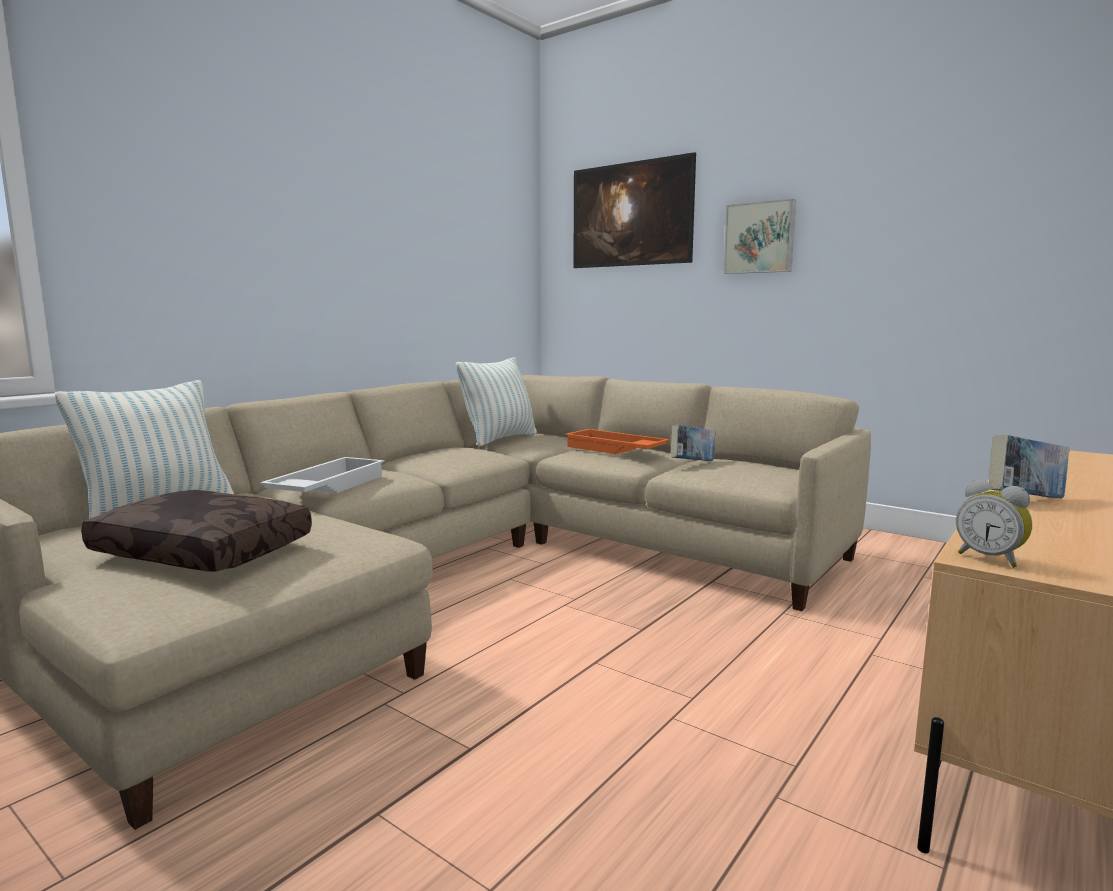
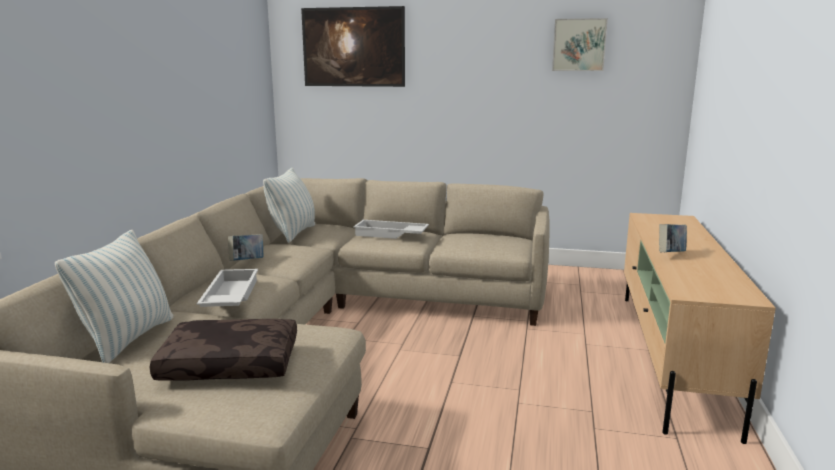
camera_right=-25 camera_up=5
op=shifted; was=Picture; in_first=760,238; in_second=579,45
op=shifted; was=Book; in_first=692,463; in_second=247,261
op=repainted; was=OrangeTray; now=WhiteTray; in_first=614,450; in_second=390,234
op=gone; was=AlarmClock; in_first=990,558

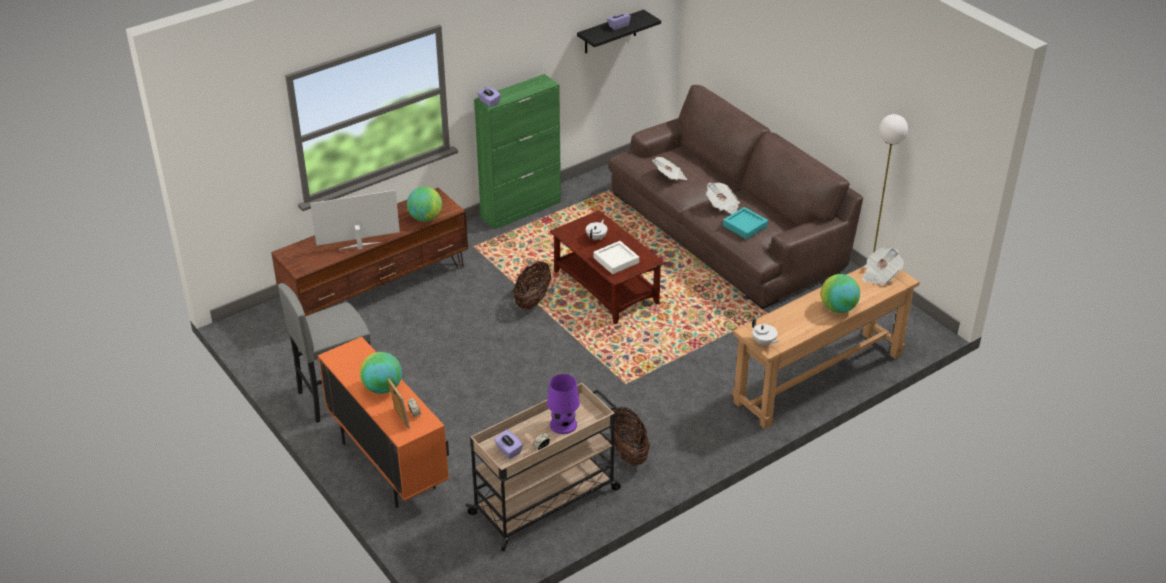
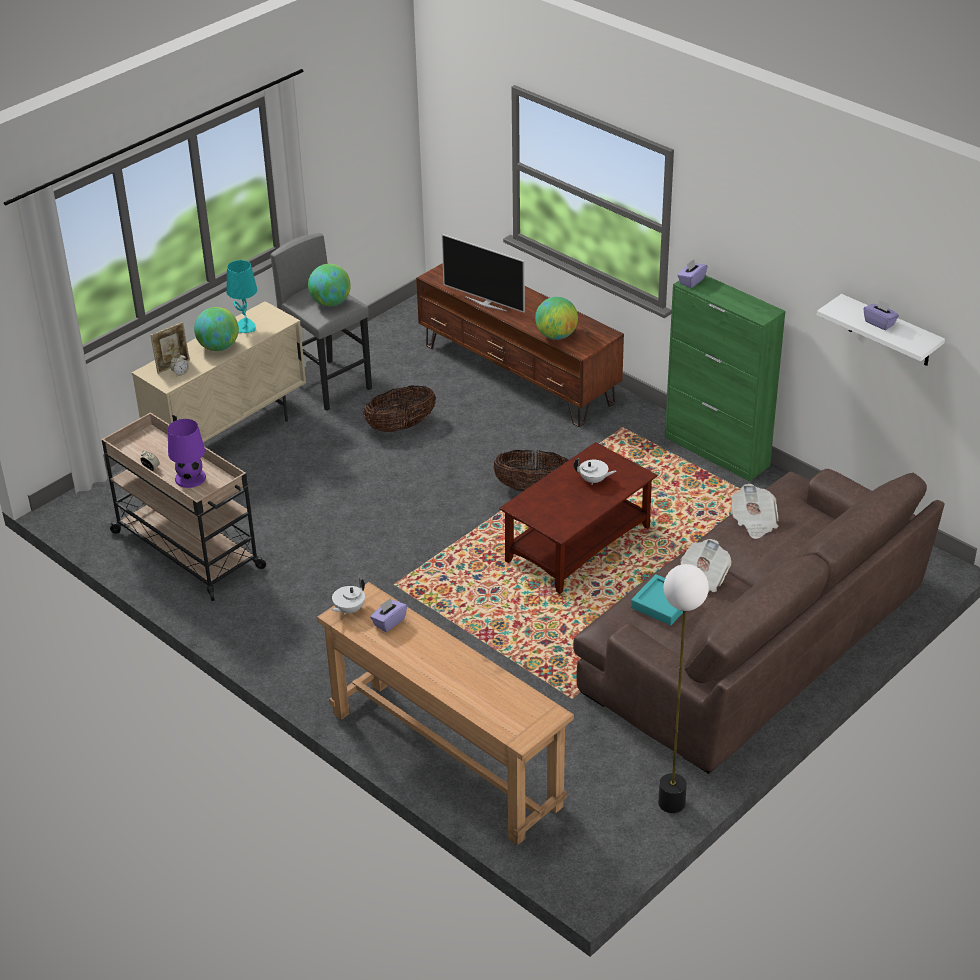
camera_right=80 camera_up=0
op=repainted; was=BlackShelf; now=WhiteShelf; in_first=610,32; in_second=890,331
op=rotated; was=Television; in_first=359,246; in_second=486,303; clockwise=150
op=gone; was=WhiteTray; in_first=616,260
op=gone; was=Newspaper; in_first=880,275
op=shifted; was=Globe; in_first=838,308; in_second=330,302
op=repainted; was=OrangeCabinet; now=BeigeCabinet; in_first=388,465; in_second=229,437
op=shifted; was=Basket; in_first=628,451; in_second=401,426
op=shifted; was=PurpleTissueBox; in_first=508,450; in_second=389,622
op=new; now=TurquoiseTableLamp; in_second=245,326

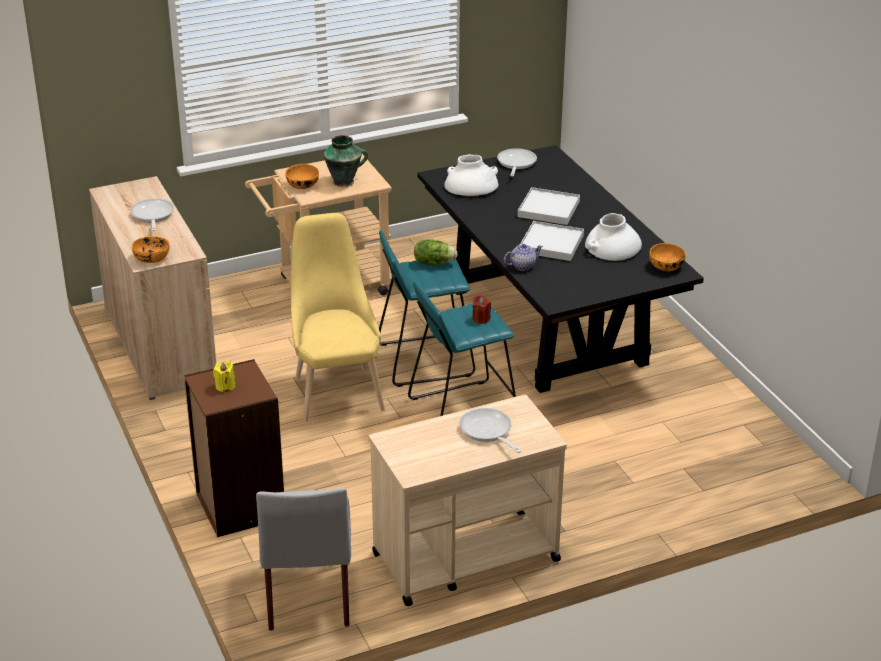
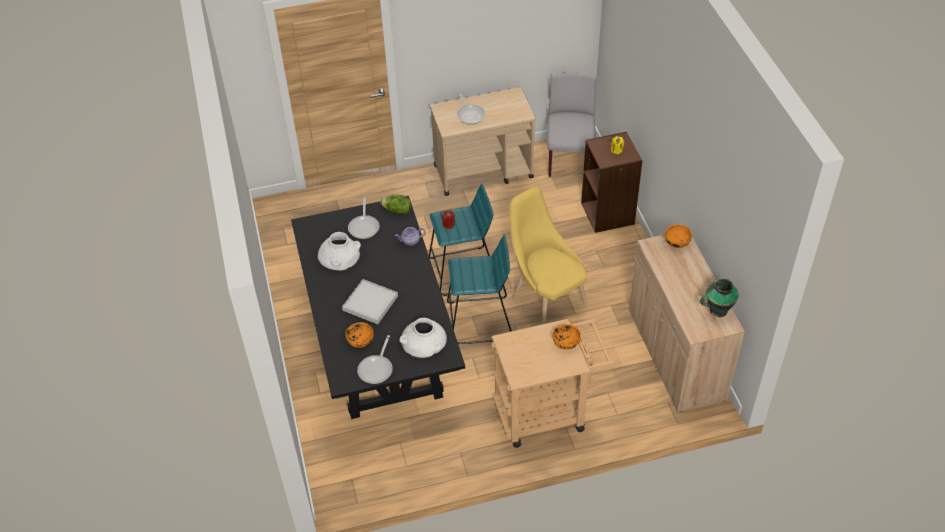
camera_right=-170 camera_up=15
op=shifted; was=Vase; in_first=344,182; in_second=717,311
op=shifted; was=FryingPan; in_first=152,216; in_second=364,226
op=rotated; was=YellowChair; in_first=336,390; in_second=545,298; clockwise=150
op=gone; was=WhiteTray; in_first=551,244
op=shifted; was=Lettuce; in_first=433,263; in_second=397,210
op=shifted; was=OrangeBowl; in_first=666,266; in_second=360,340

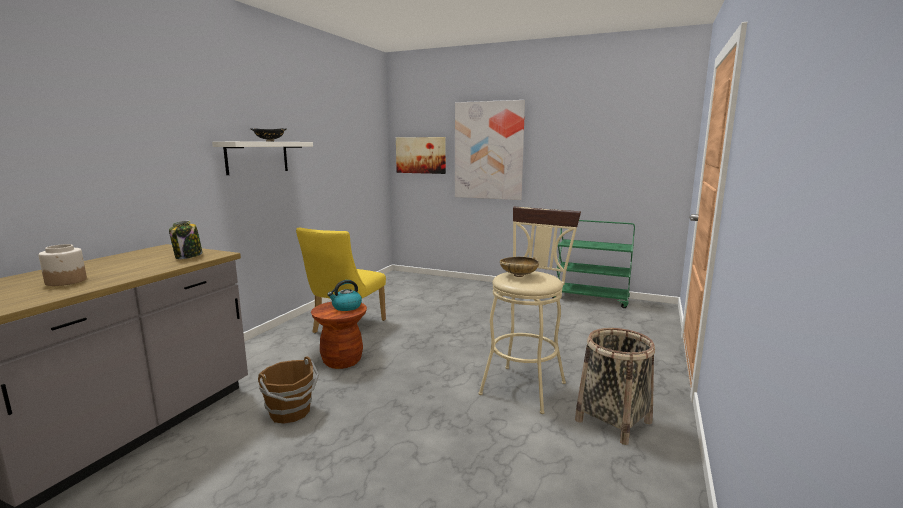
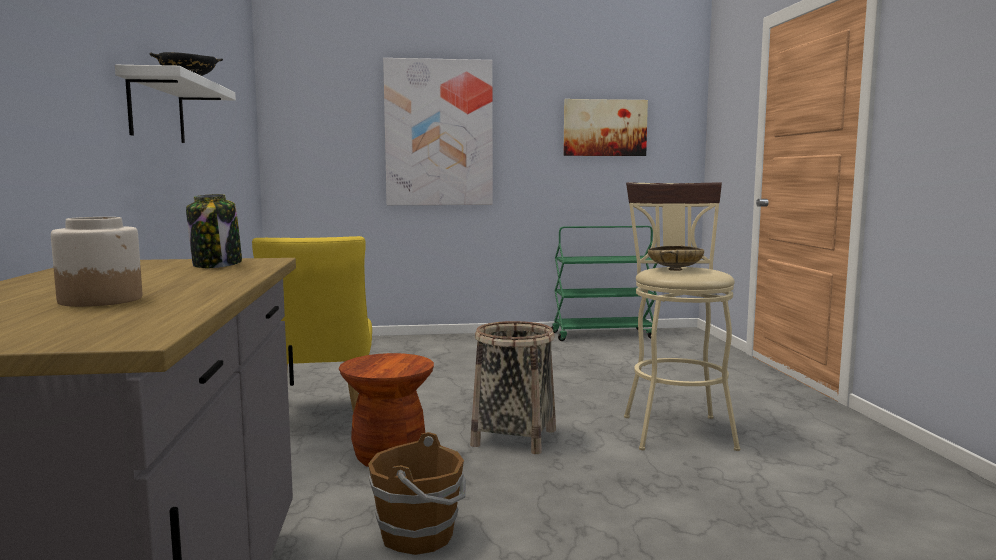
camera_right=-30 camera_up=-5
op=shifted; was=Picture; in_first=421,155; in_second=604,128
op=gone; was=Kettle; in_first=346,307
op=shifted; was=Basket; in_first=613,421; in_second=514,437

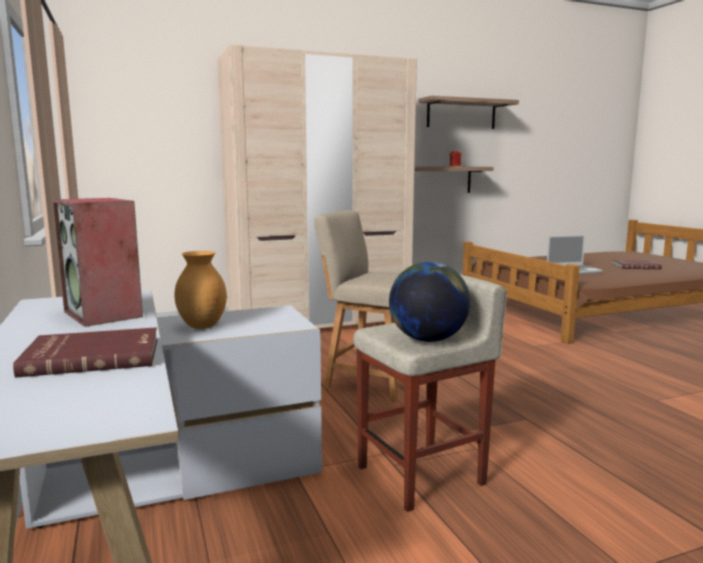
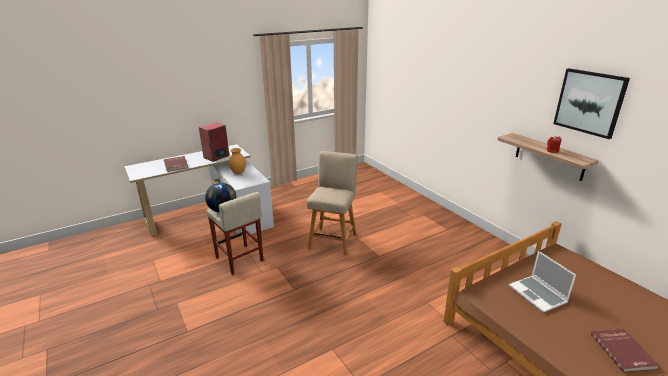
camera_right=80 camera_up=15
op=gone; was=BeigeWardrobe; in_first=319,323
op=swapped; was=Shelf; now=Picture; in_first=461,114; in_second=589,102

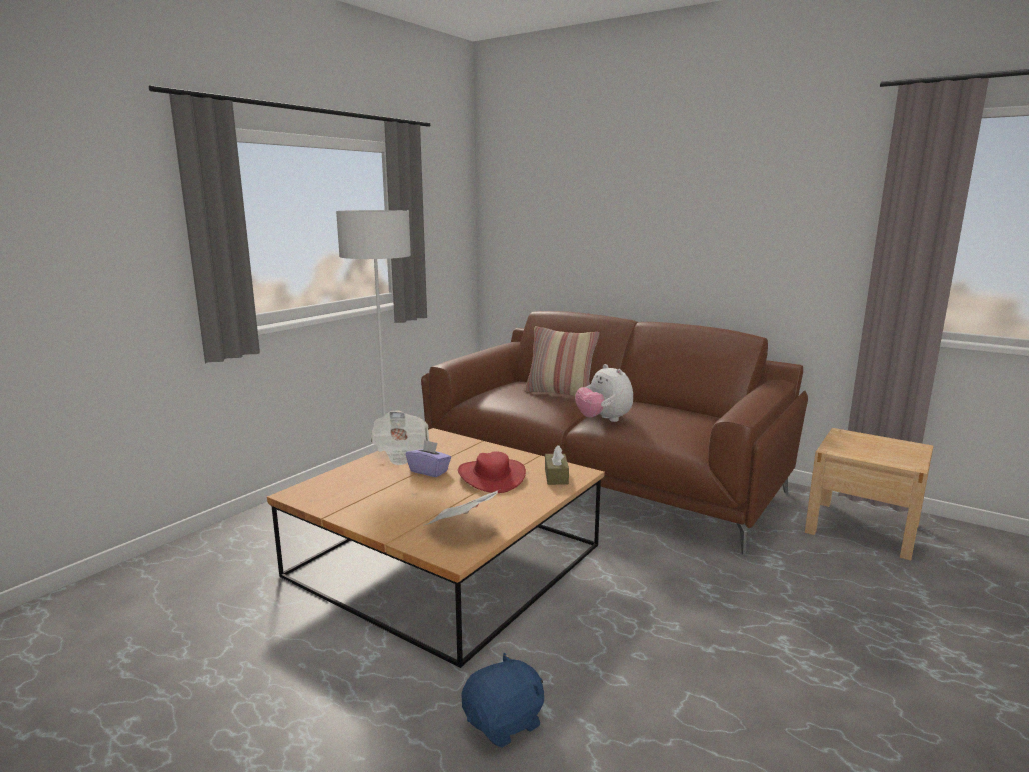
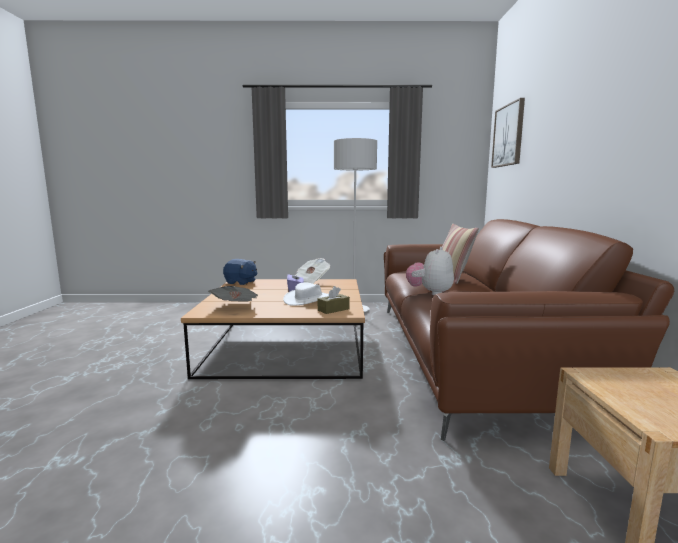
camera_right=55 camera_up=-5
op=repainted; was=RedHat; now=WhiteHat; in_first=491,476; in_second=309,299
op=shifted; was=BluePlushToy; in_first=505,722; in_second=241,282
op=new; now=Picture; in_second=508,135

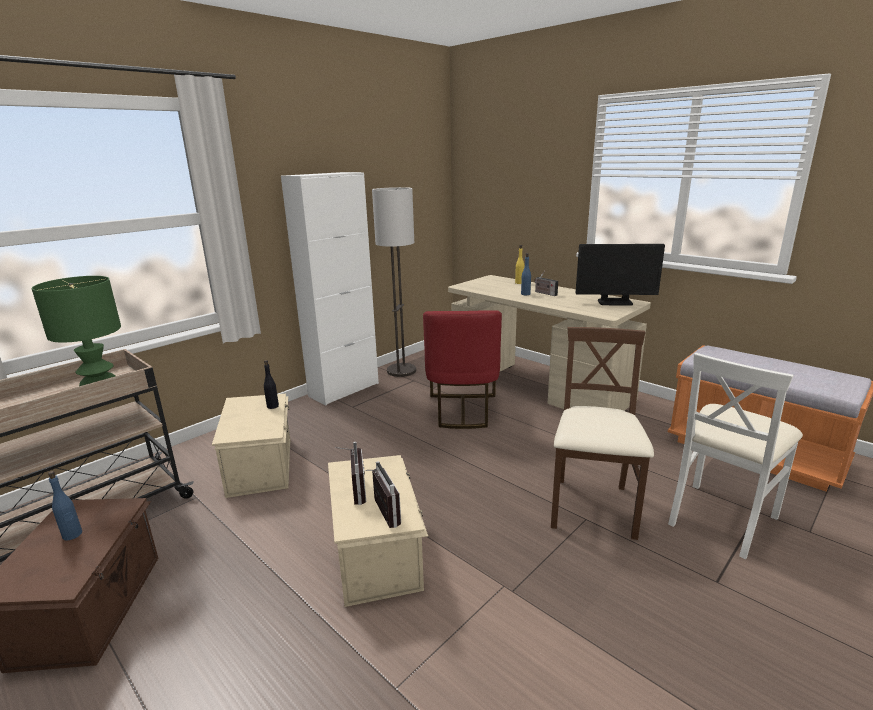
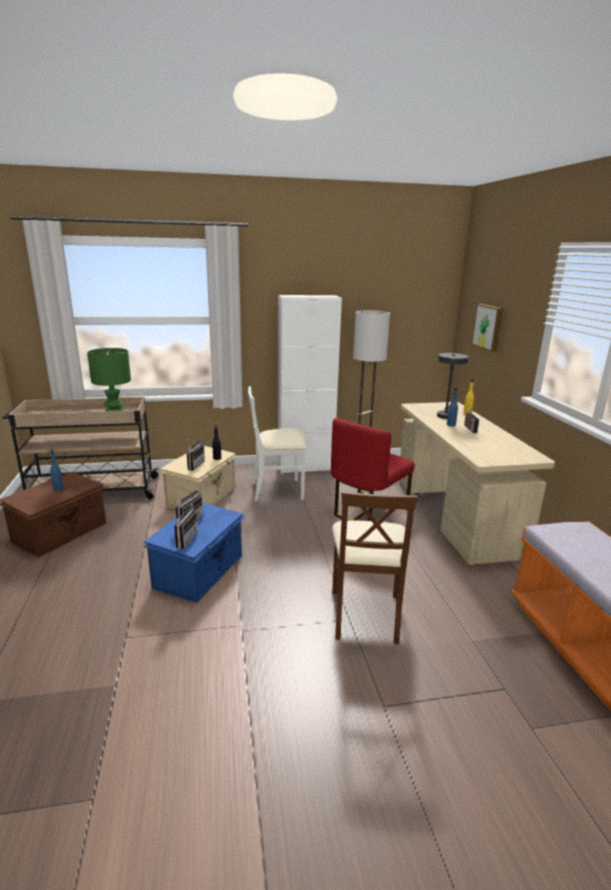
camera_right=35 camera_up=0
op=gone; was=Monitor; in_first=615,302
op=rotated; was=BrownChair; in_first=592,508; in_second=365,614; clockwise=135
op=shifted; was=WhiteChair; in_first=720,518; in_second=278,490
op=repainted; was=BeigeStorageBox; now=BlueStorageBox; in_first=378,552; in_second=200,571
op=new; now=Picture; in_second=488,327
op=new; now=GreyTableLamp; in_second=445,415
op=new; now=Radio; in_second=193,465

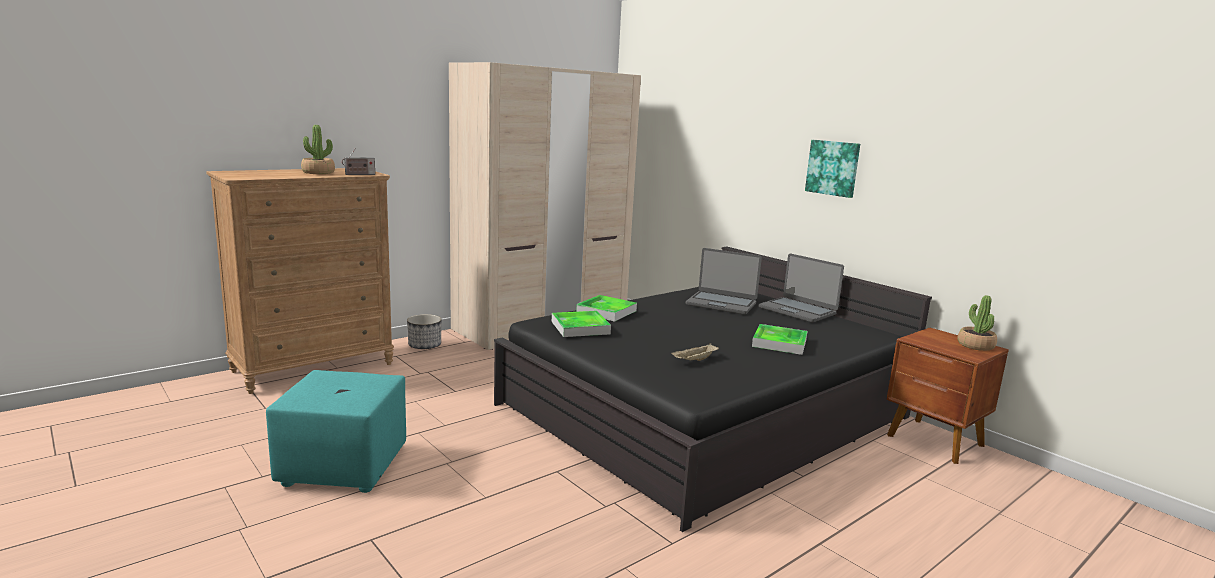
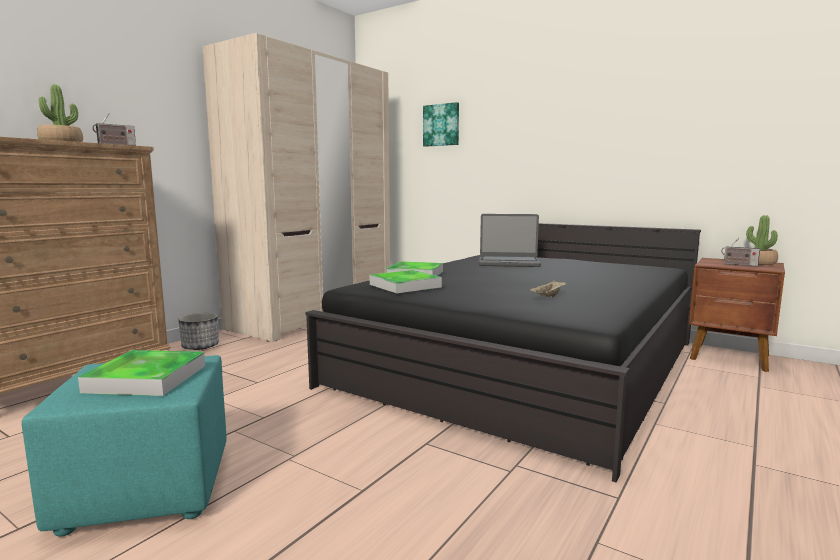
camera_right=-15 camera_up=-5
op=shifted; was=Picture; in_first=833,168; in_second=441,125
op=gone; was=Laptop; in_first=797,310
op=shifted; was=Tray; in_first=779,343; in_second=147,378
op=new; now=Radio; in_second=738,264

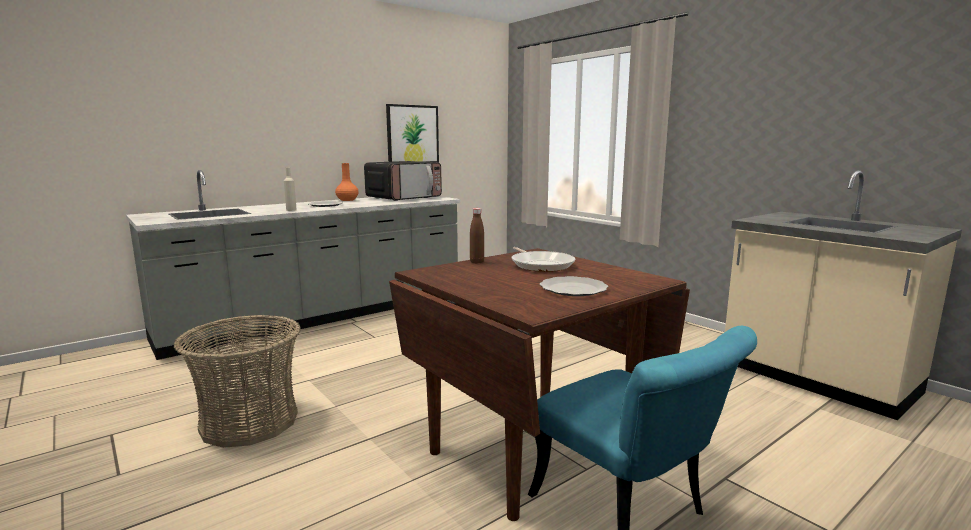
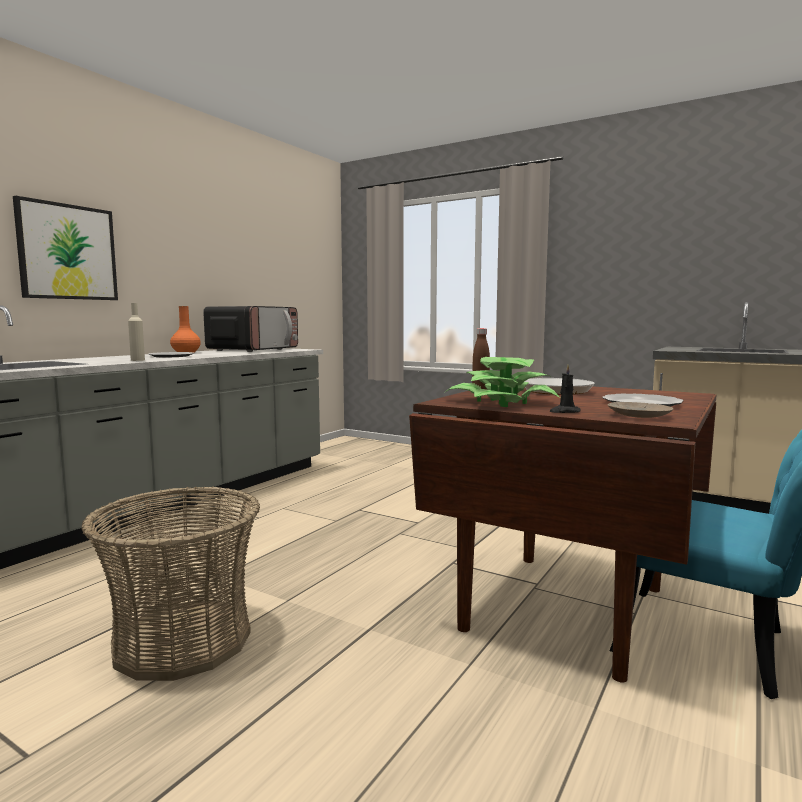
camera_right=-20 camera_up=-5
op=shifted; was=Picture; in_first=412,134; in_second=67,252
op=new; now=PottedPlant; in_second=501,402
op=new; now=BlackCandle; in_second=564,412
op=new; now=BeigePlate; in_second=638,415

